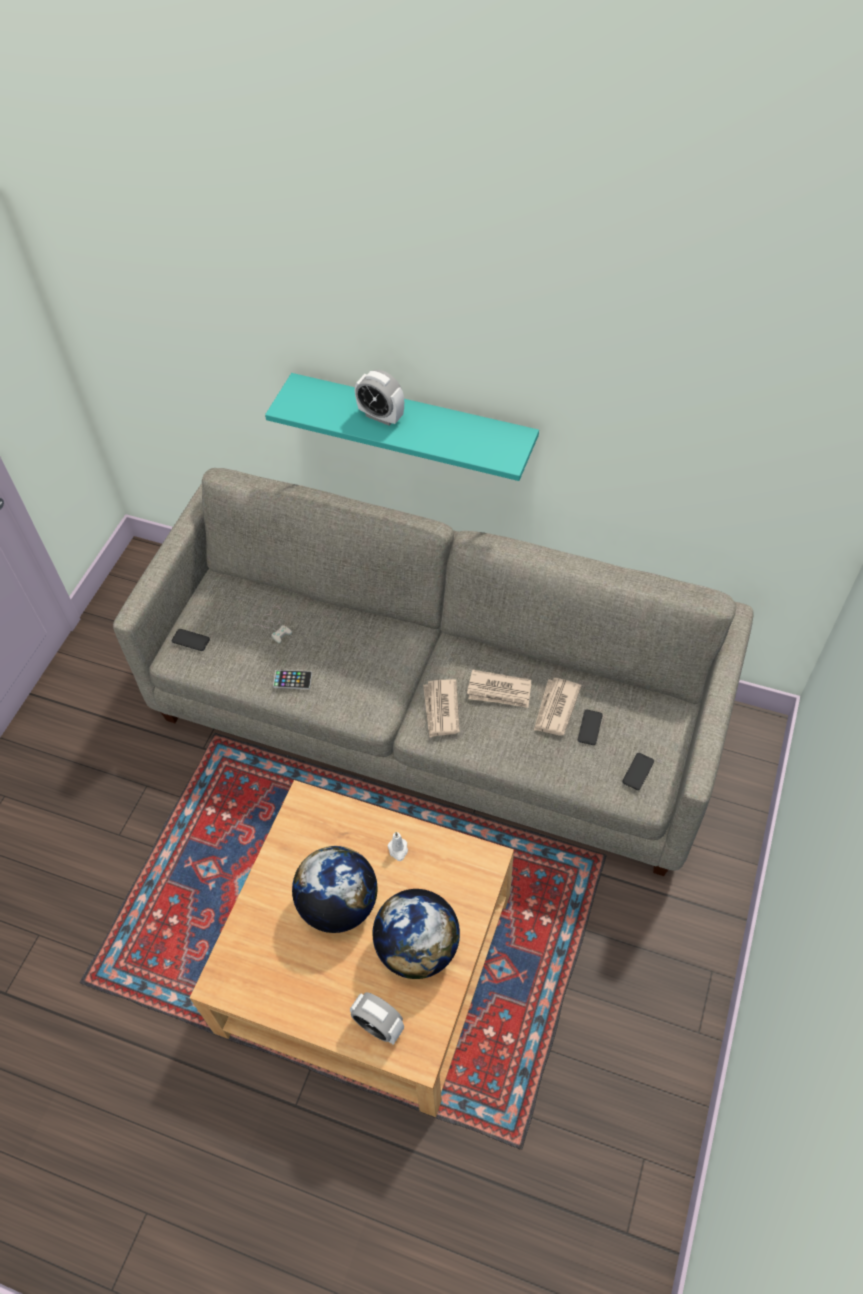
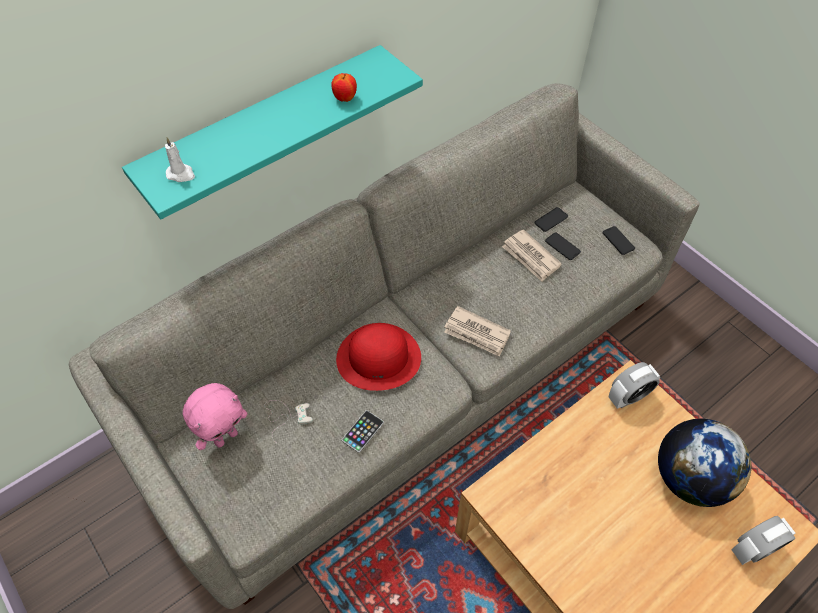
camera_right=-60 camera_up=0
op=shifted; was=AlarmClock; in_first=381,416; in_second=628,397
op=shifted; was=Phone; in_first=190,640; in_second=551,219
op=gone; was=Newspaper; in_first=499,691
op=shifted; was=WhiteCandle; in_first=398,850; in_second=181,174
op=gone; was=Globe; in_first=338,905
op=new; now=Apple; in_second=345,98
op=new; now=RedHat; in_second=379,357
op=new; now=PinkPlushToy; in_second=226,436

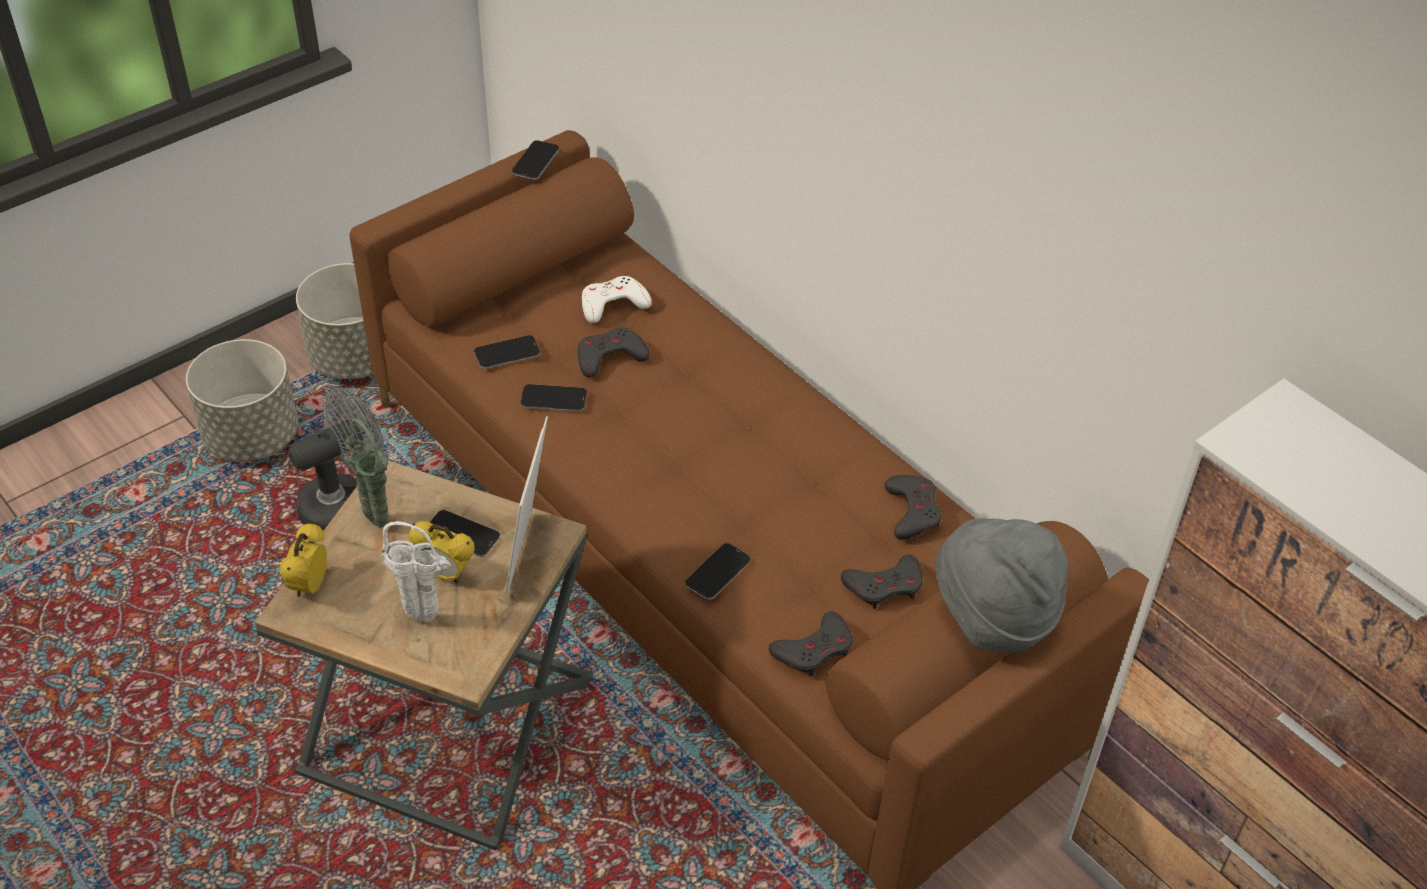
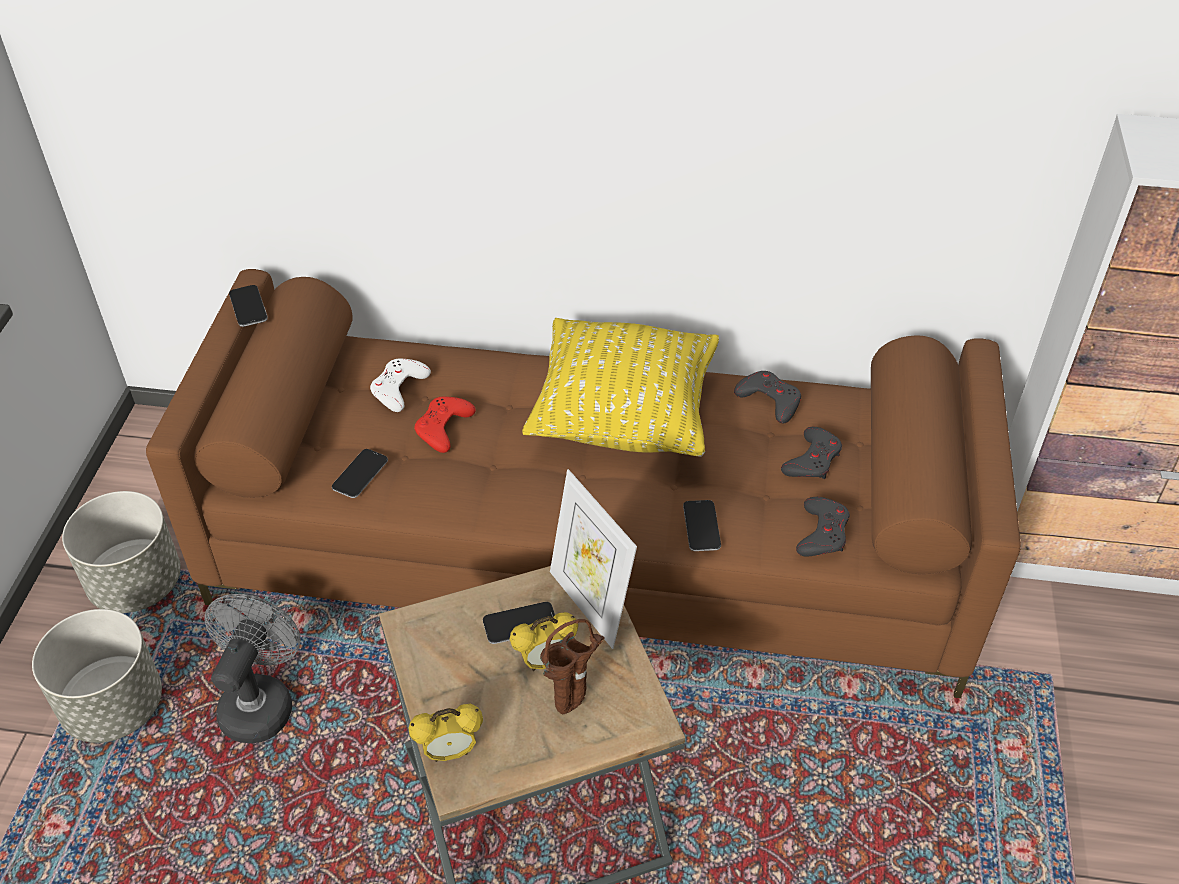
camera_right=-40 camera_up=0
op=repainted; was=GreyGameController; now=RedGameController; in_first=610,357; in_second=443,427
op=gone; was=Phone; in_first=554,399
op=gone; was=GreenVase; in_first=374,521
op=gone; was=GreyHat; in_first=993,617
op=repainted; was=WhiteVase; now=BrownVase; in_first=426,620; in_second=573,706
op=rotated; was=AlarmClock; in_first=309,586; in_second=450,752; clockwise=-75
op=new; now=YellowPillow; in_second=623,418

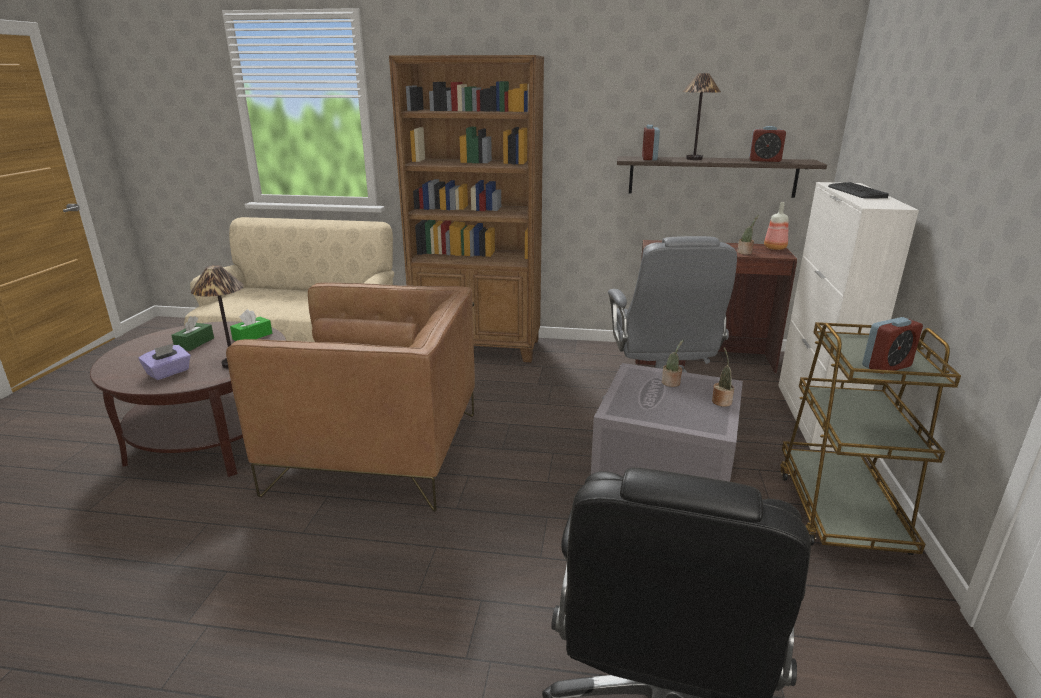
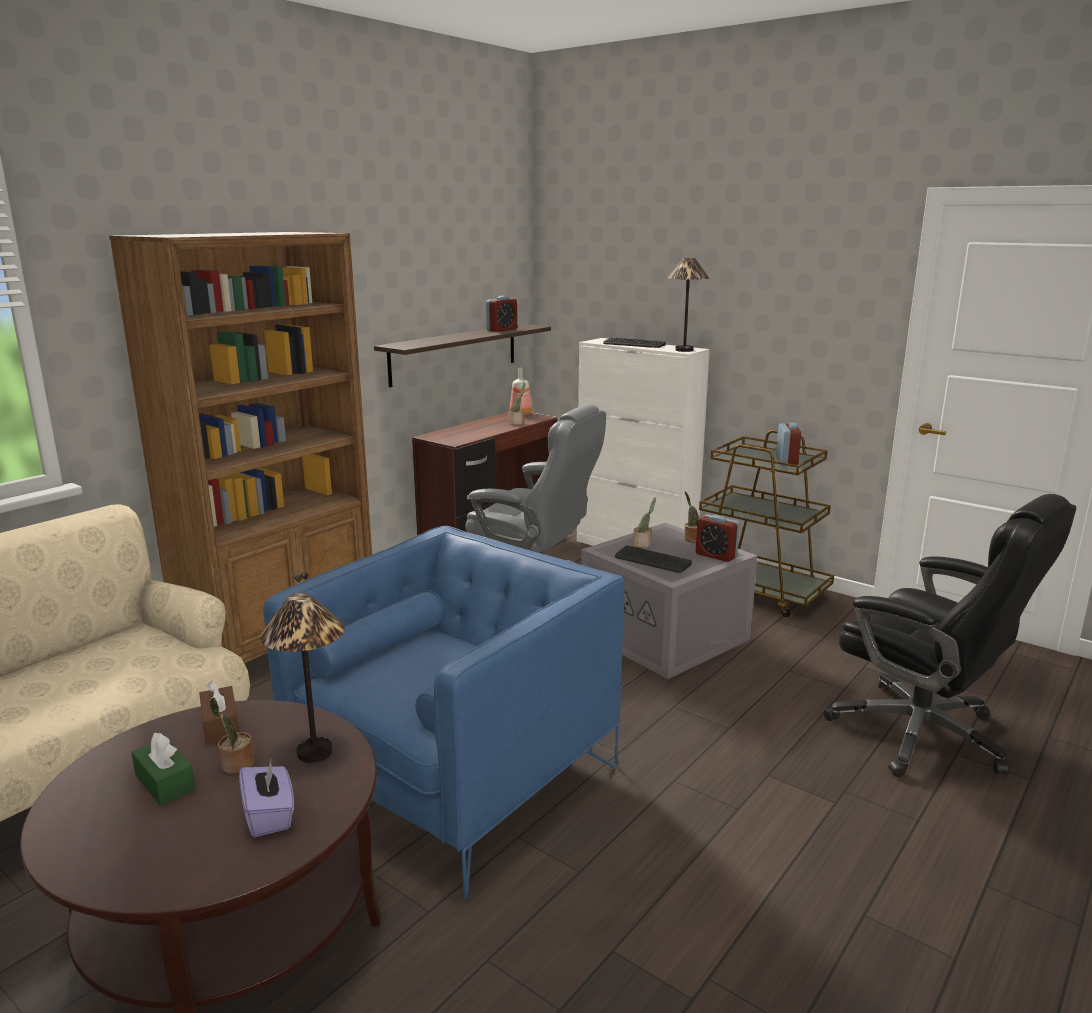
camera_right=-60 camera_up=-5
op=shifted; was=TableLamp; in_first=694,159; in_second=684,350
op=shifted; was=AlarmClock; in_first=649,158; in_second=716,555
op=repainted; was=BrownArmchair; now=BlueArmchair; in_first=378,452; in_second=456,777
op=repainted; was=GreenTissueBox; now=BrownTissueBox; in_first=252,336; in_second=220,725
op=new; now=Keyboard; in_second=652,560
op=new; now=PottedPlant; in_second=235,765

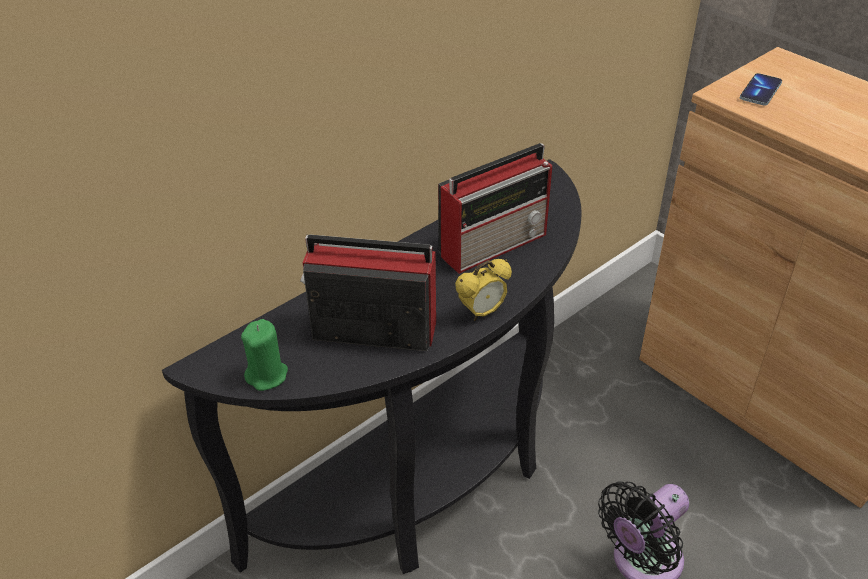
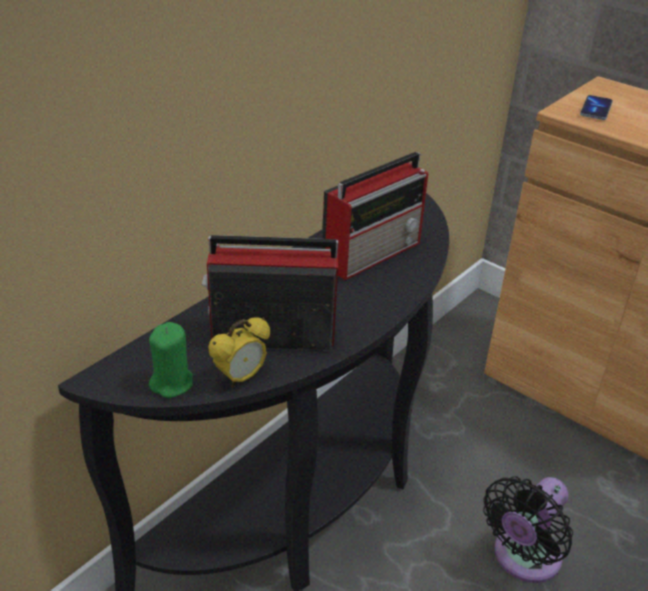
camera_right=-10 camera_up=-5
op=shifted; was=AlarmClock; in_first=482,312; in_second=240,378

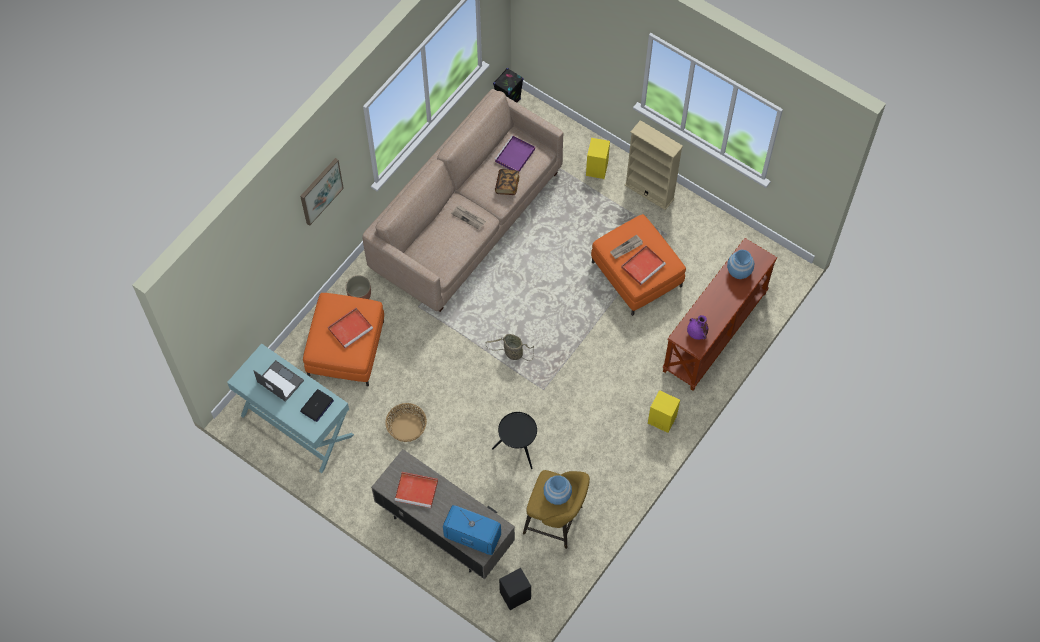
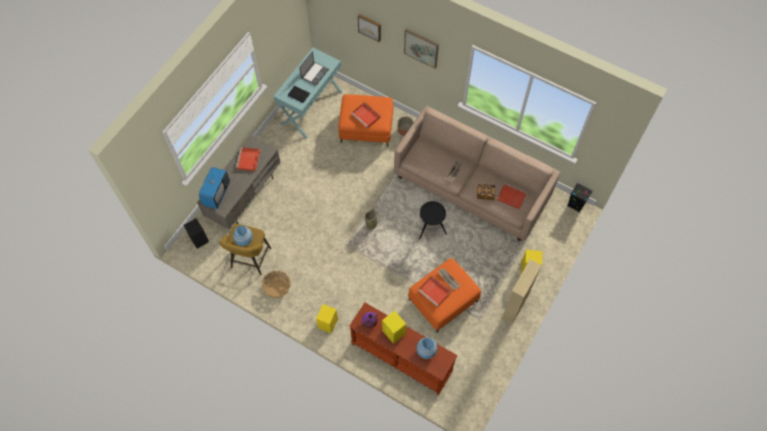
camera_right=85 camera_up=0
op=repainted; was=PurpleTray; now=RedTray; in_first=514,156; in_second=511,196
op=shifted; was=Basket; in_first=406,427; in_second=277,287
op=shifted; was=BlackSideTable; in_first=517,451; in_second=430,229
op=new; now=Picture; in_second=370,27
op=new; now=YellowSpeaker; in_second=394,332

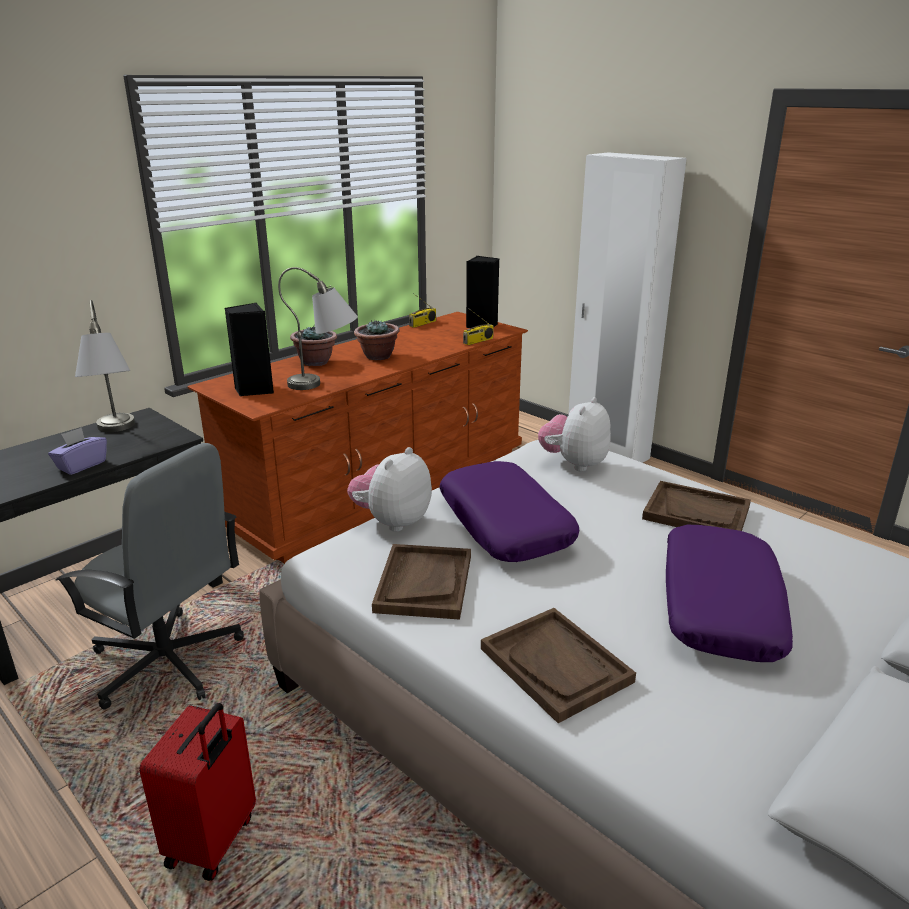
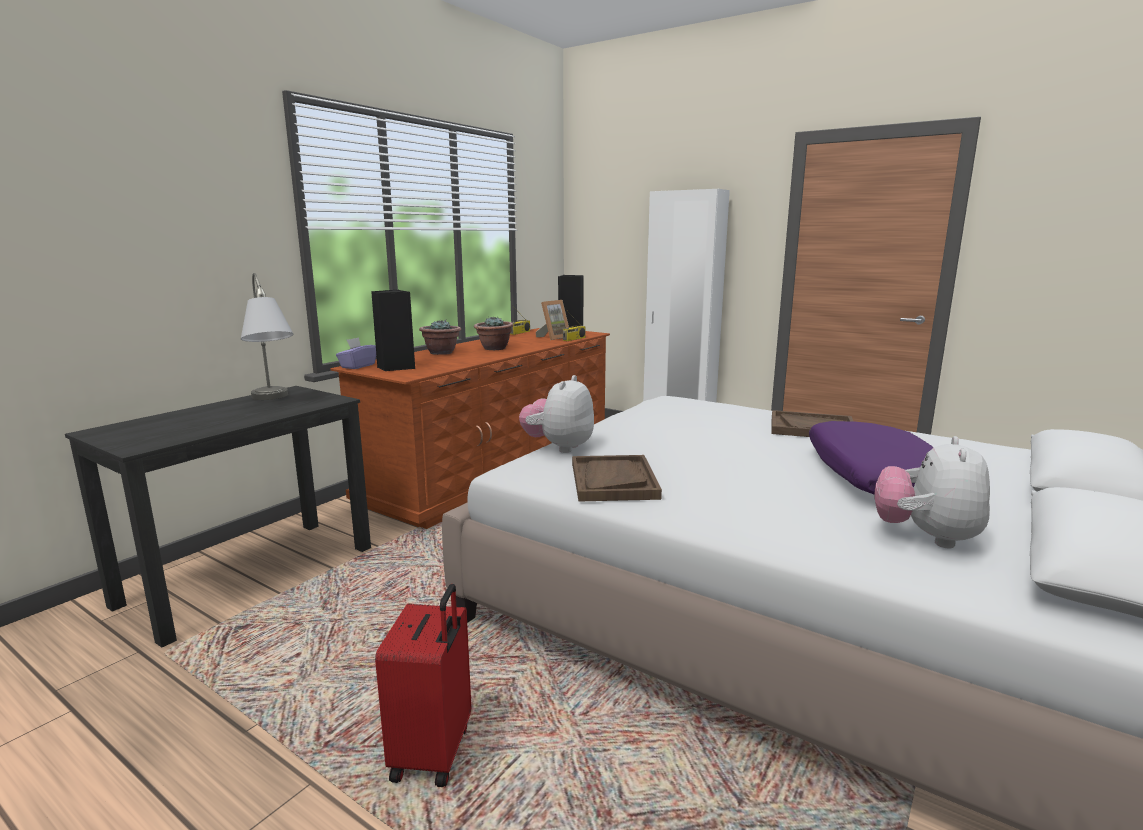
camera_right=-10 camera_up=-10
op=gone; was=GreyTableLamp; in_first=325,385
op=shifted; was=PlushToy; in_first=574,464; in_second=926,537
op=shifted; was=PurpleTissueBox; in_first=81,465; in_second=357,366
op=gone; was=GreyOfficeChair; in_first=167,662
op=gone; was=PurplePillow; in_first=506,524
op=gone; was=BrownTray; in_first=556,665
op=new; now=PictureFrame; in_second=553,337

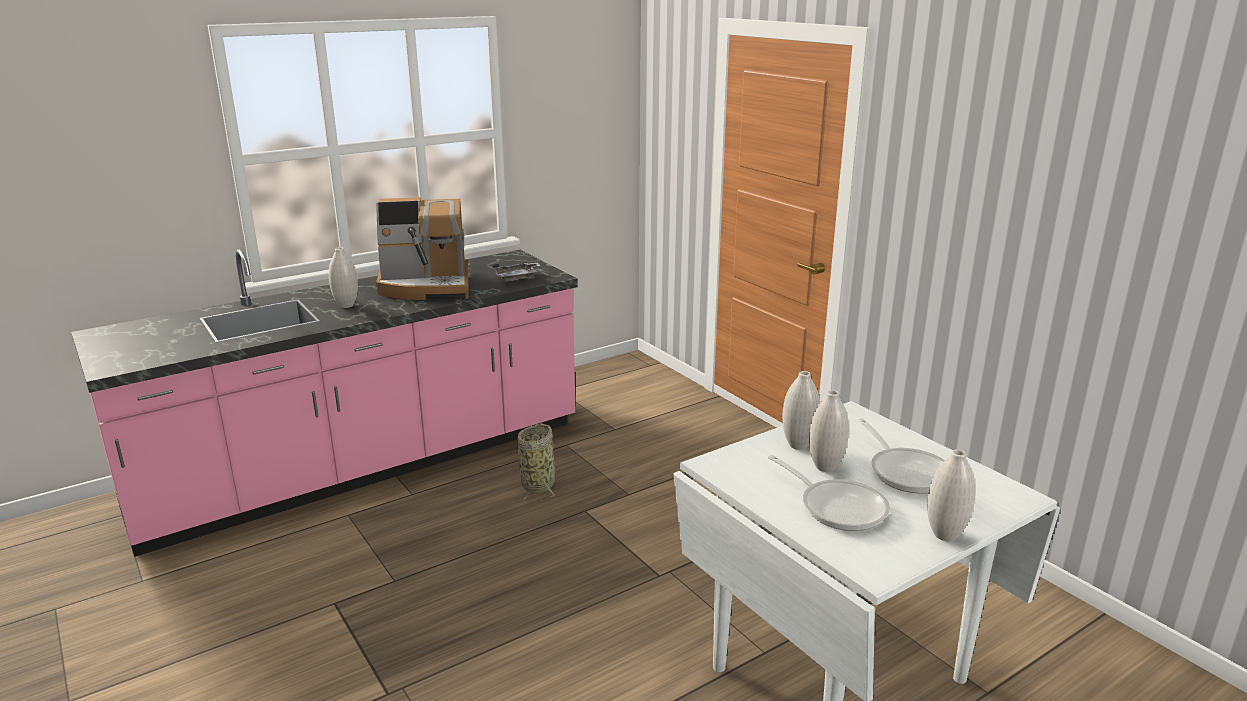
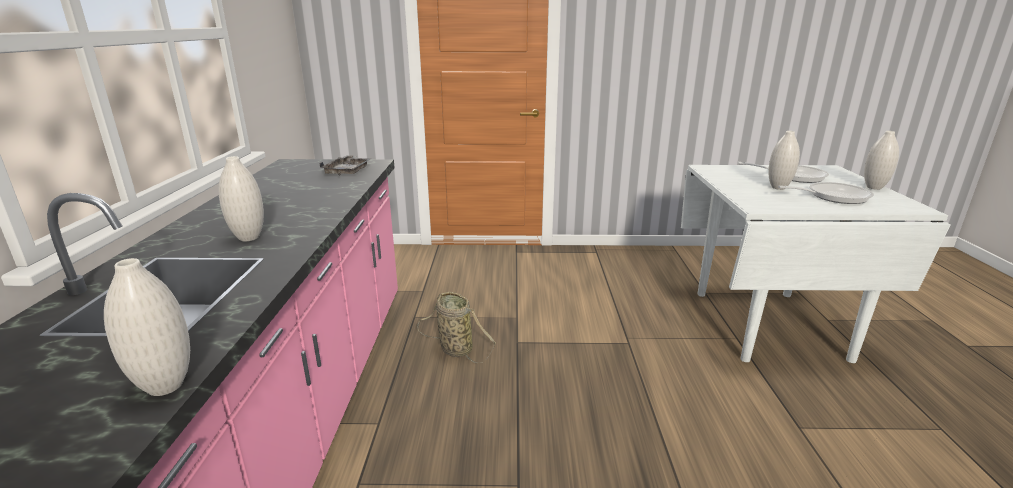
camera_right=-55 camera_up=0
op=gone; was=CoffeeMachine; in_first=426,286
op=shifted; was=WhiteVase; in_first=798,445; in_second=165,386

